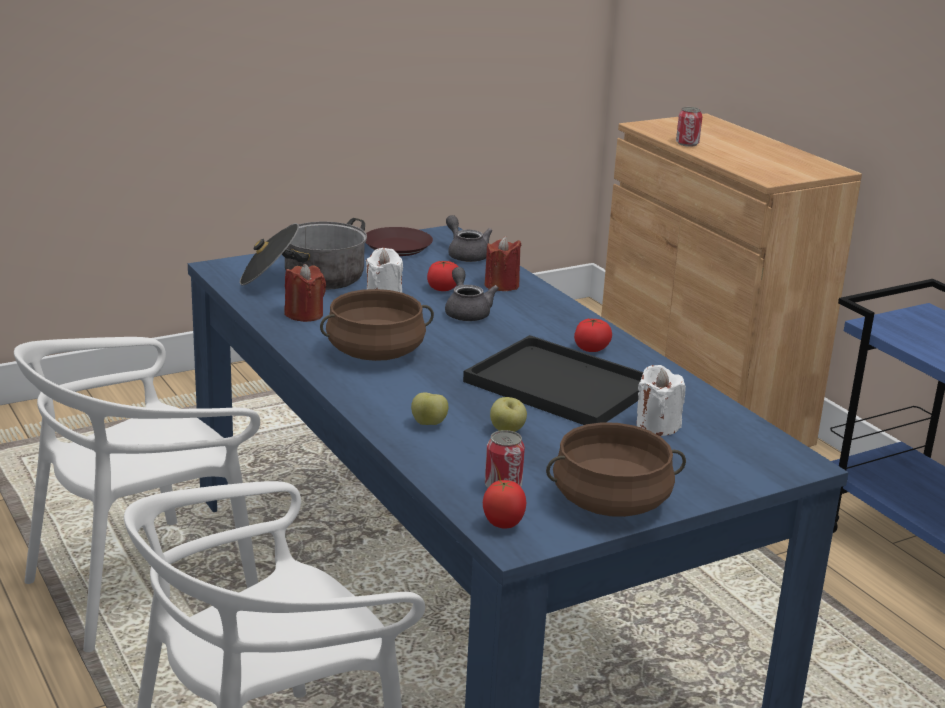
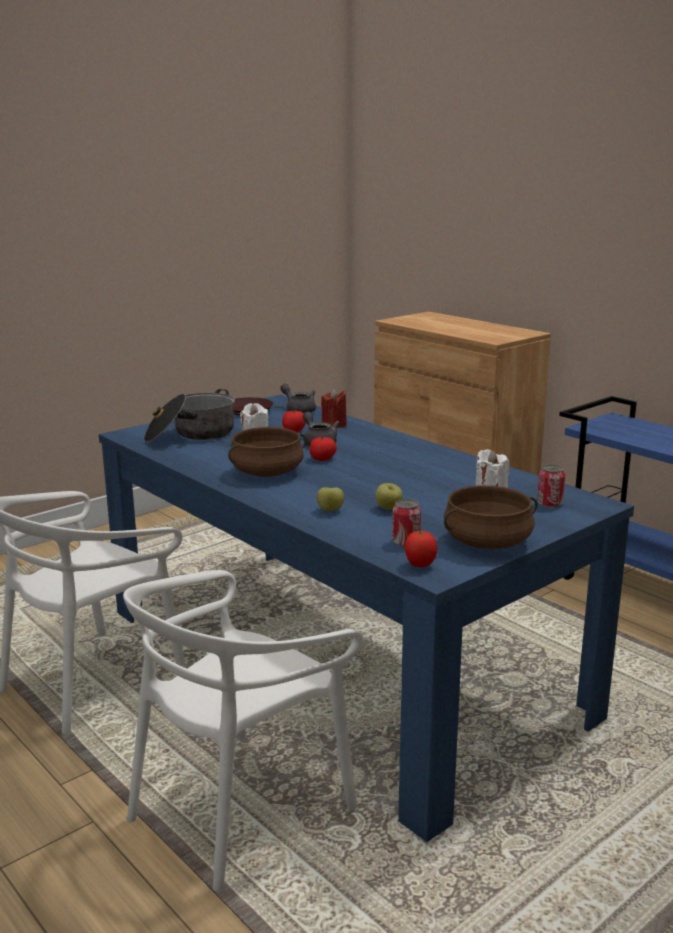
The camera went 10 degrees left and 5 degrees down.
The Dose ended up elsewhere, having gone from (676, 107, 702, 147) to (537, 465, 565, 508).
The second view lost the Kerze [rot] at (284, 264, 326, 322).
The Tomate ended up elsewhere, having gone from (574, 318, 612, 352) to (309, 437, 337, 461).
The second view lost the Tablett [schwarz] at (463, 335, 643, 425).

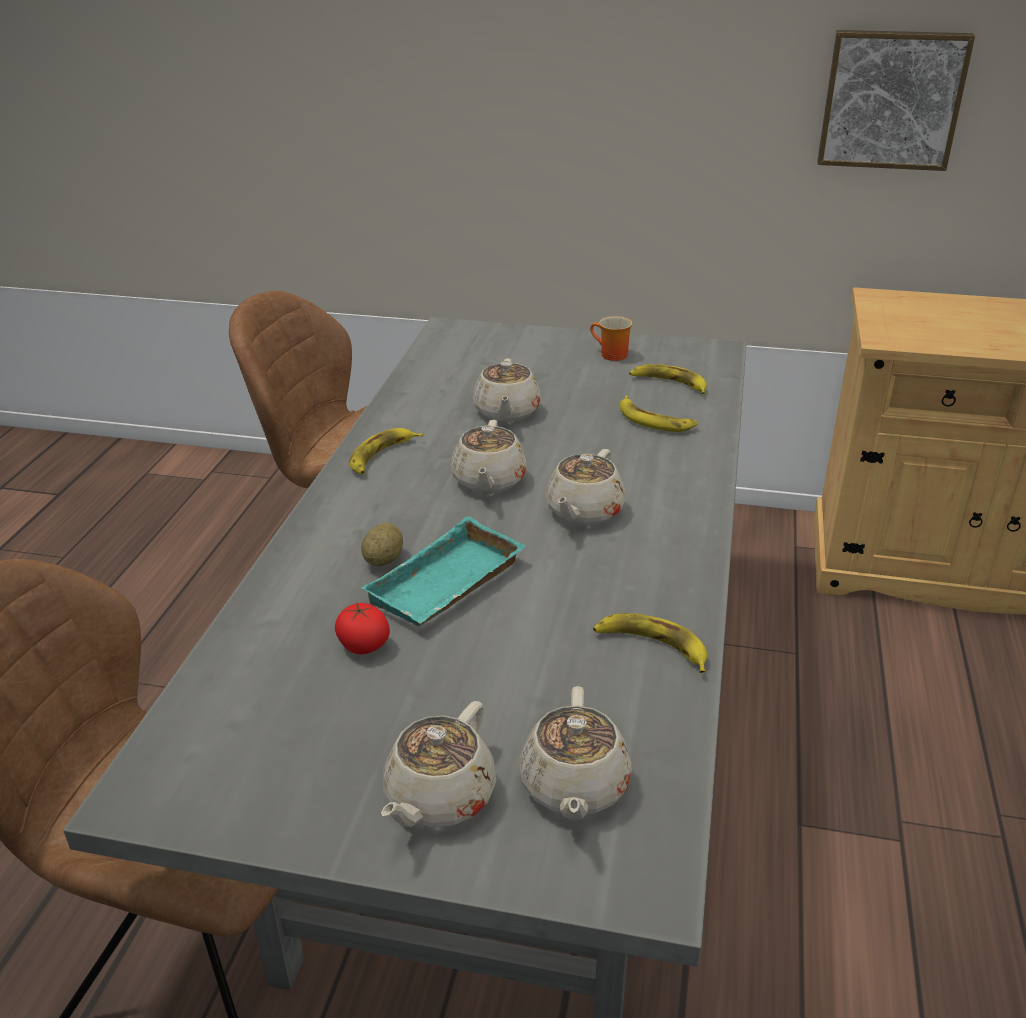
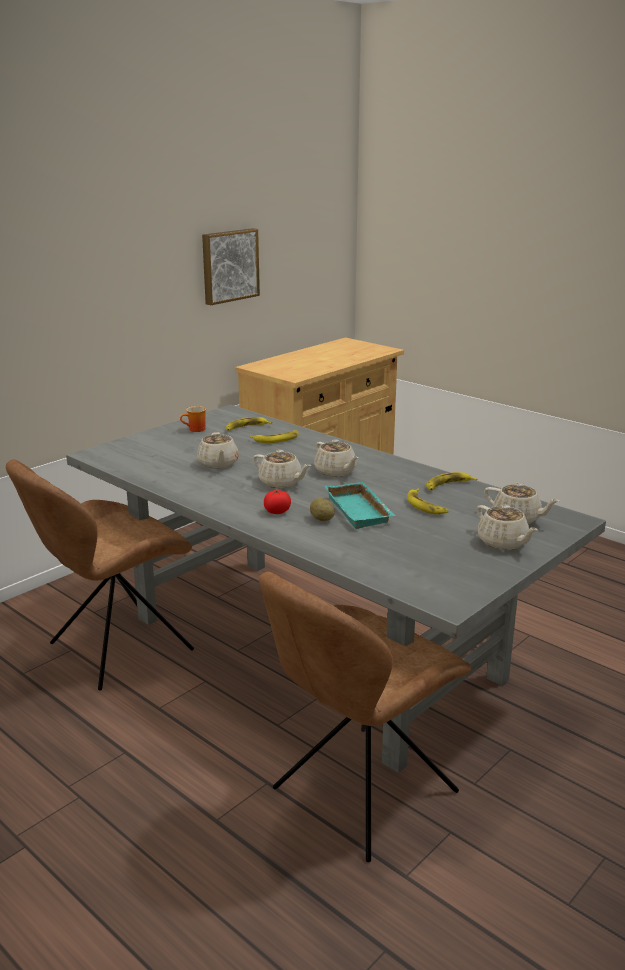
The camera went 60 degrees left and 10 degrees down.
The Teekanne [beige] at (473, 358, 541, 422) ended up facing another way, 45 degrees clockwise from before.
The Banane ended up elsewhere, having gone from (349, 428, 423, 474) to (407, 489, 449, 515).
The Tomate ended up elsewhere, having gone from (335, 603, 390, 654) to (264, 490, 291, 514).

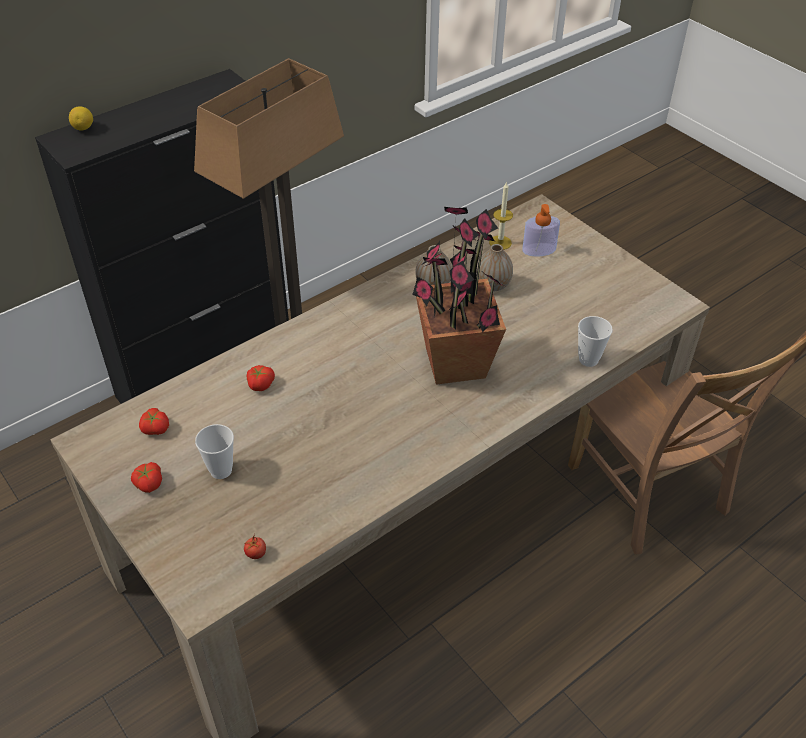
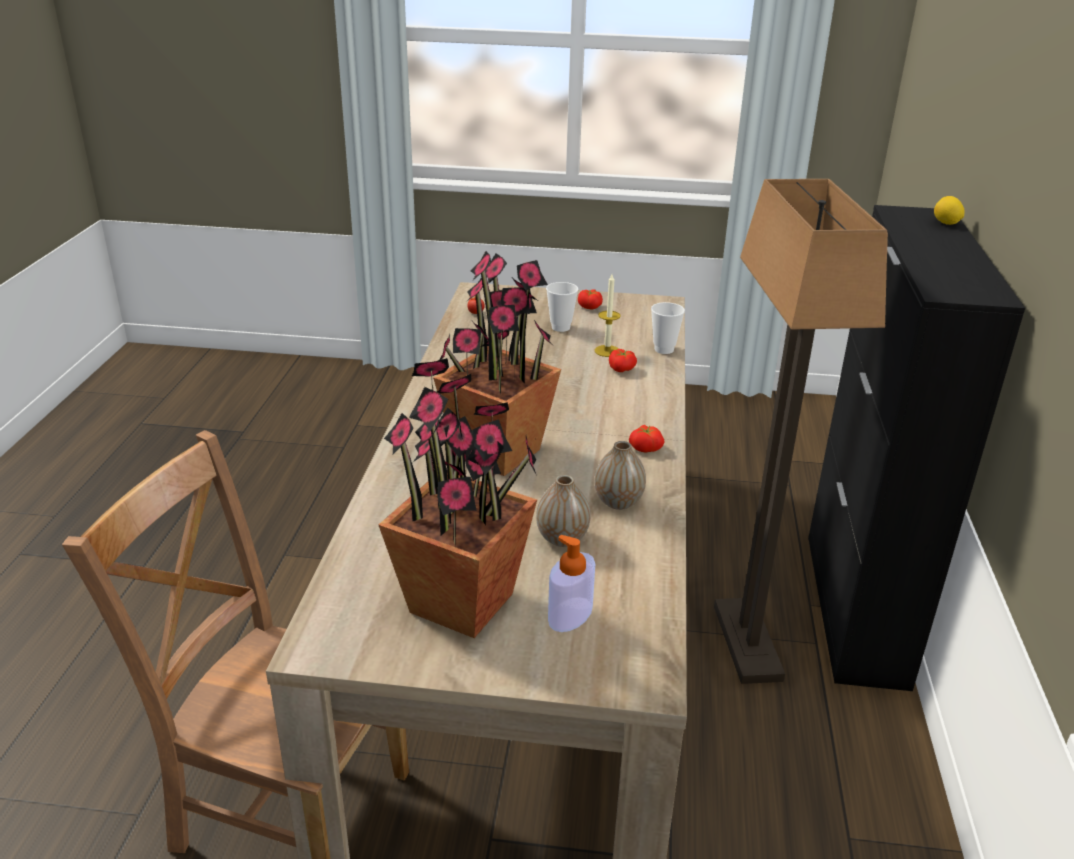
The camera went 135 degrees right and 15 degrees down.
The Kerze ended up elsewhere, having gone from (489, 181, 513, 250) to (595, 274, 621, 357).
The Tasse ended up elsewhere, having gone from (578, 316, 613, 367) to (651, 302, 685, 354).
The Tomate ended up elsewhere, having gone from (139, 408, 169, 435) to (629, 425, 665, 453).
The second view gained the Topfpflanze at (378, 358, 537, 638).

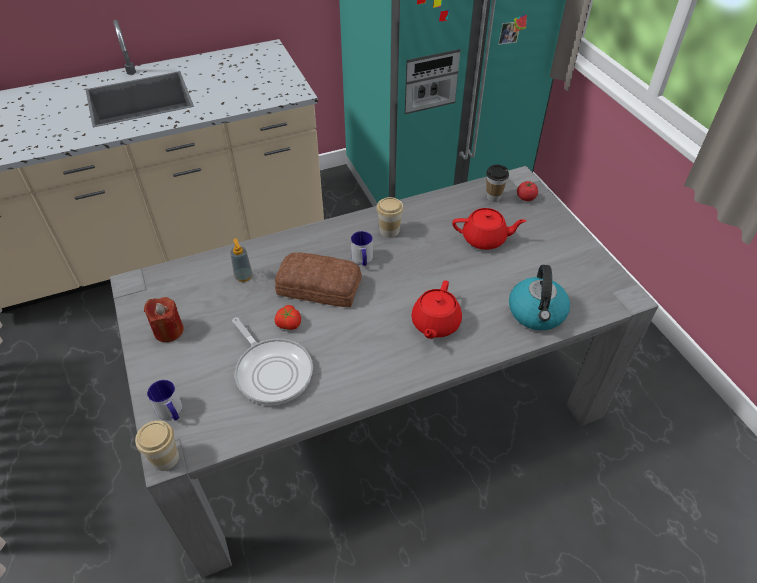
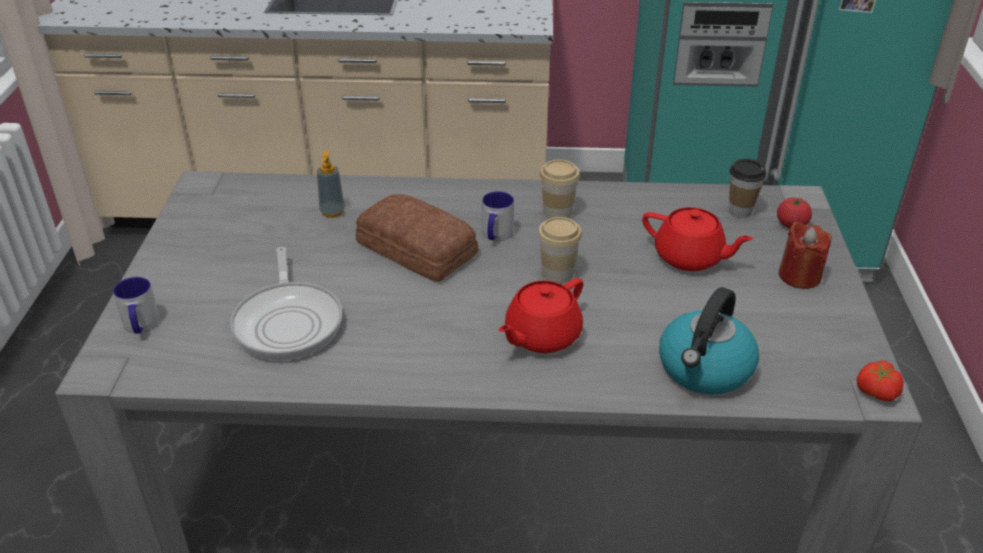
The camera went 25 degrees right and 10 degrees down.
The Kerze [rot] ended up elsewhere, having gone from (144, 297, 184, 342) to (779, 222, 831, 289).
The Tomate ended up elsewhere, having gone from (275, 305, 301, 330) to (857, 360, 904, 402).
The Tasse ended up elsewhere, having gone from (135, 420, 179, 471) to (538, 217, 582, 283).

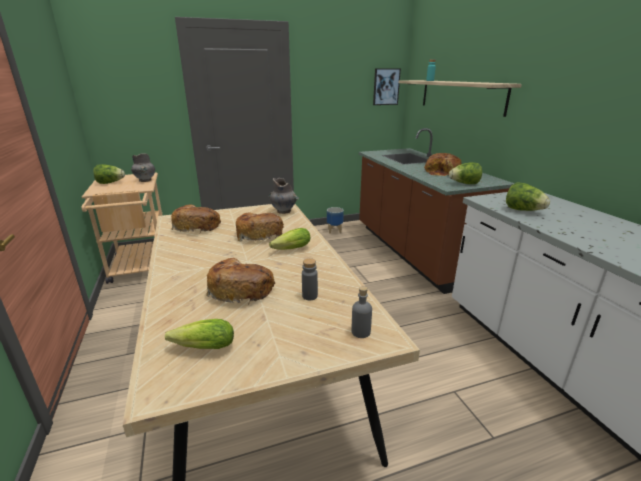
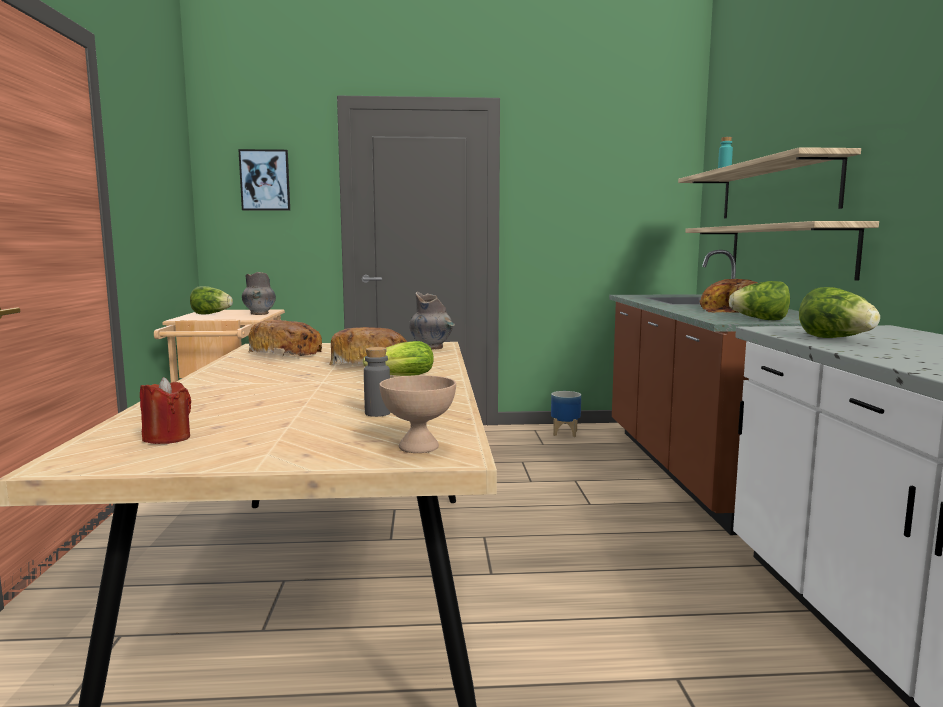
The camera went 15 degrees right and 15 degrees down.
The Bild ended up elsewhere, having gone from (373, 68, 401, 105) to (238, 149, 290, 211).
The second view lost the Brot at (206, 258, 275, 304).
Where the Flasche [grau] stood at (352, 286, 372, 338), the Schüssel [beige] came to stand at (379, 375, 456, 453).
Where the Salatkopf stood at (165, 319, 234, 349), the Kerze [rot] came to stand at (140, 377, 191, 444).
The second view gained the Wandregal at (685, 221, 879, 281).

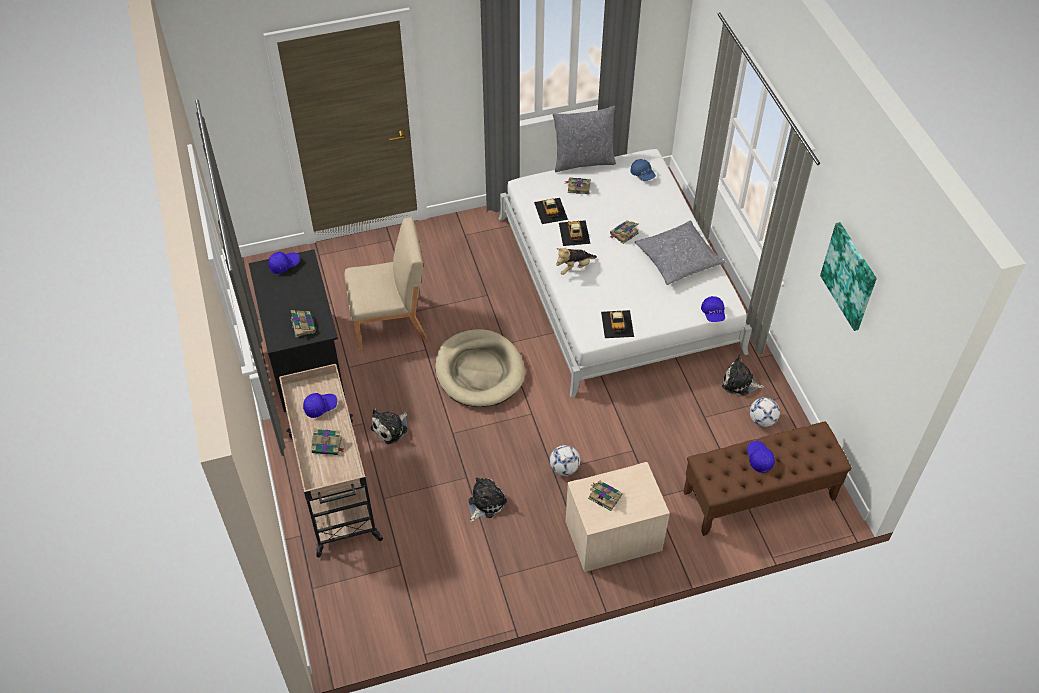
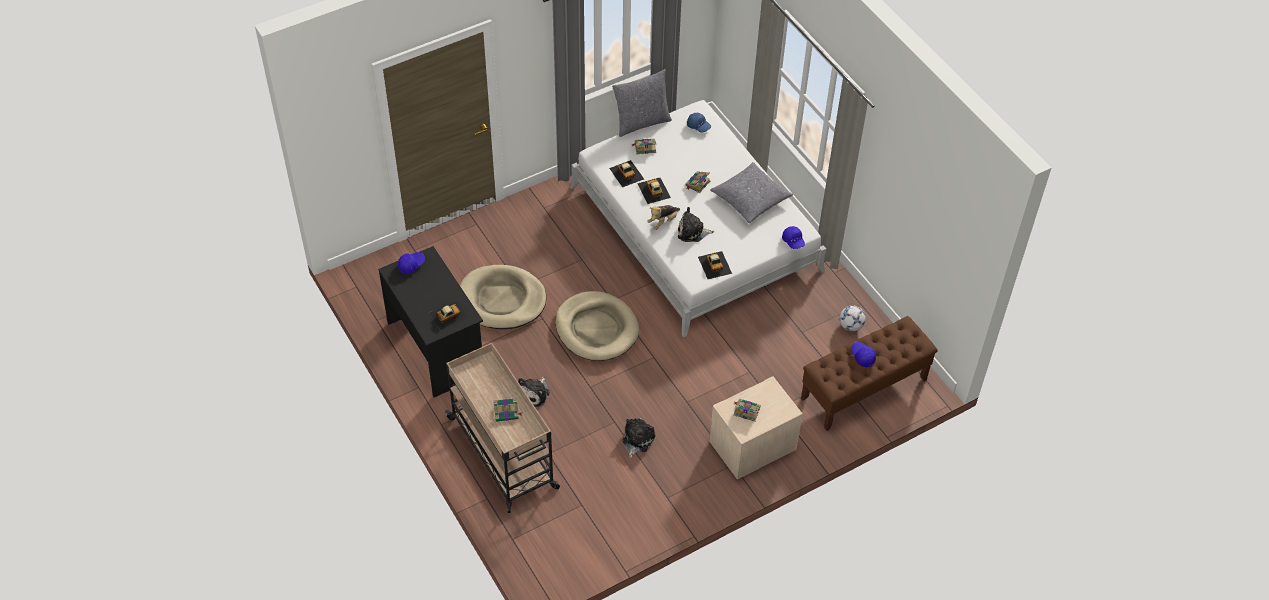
The camera went 15 degrees left and 0 degrees up.
Where the Stuhl [beige] stood at (344, 217, 427, 351), the Hundebett [beige] came to stand at (460, 265, 546, 329).
The second view lost the Bild at (820, 222, 877, 331).
Where the Buch stood at (291, 310, 316, 337), the Spielzeugauto came to stand at (429, 300, 469, 331).
The Plüschtier ended up elsewhere, having gone from (722, 355, 764, 396) to (678, 207, 714, 242).
The second view lost the Kappe [blau] at (303, 393, 337, 418).
The second view lost the Fußball at (550, 445, 580, 476).

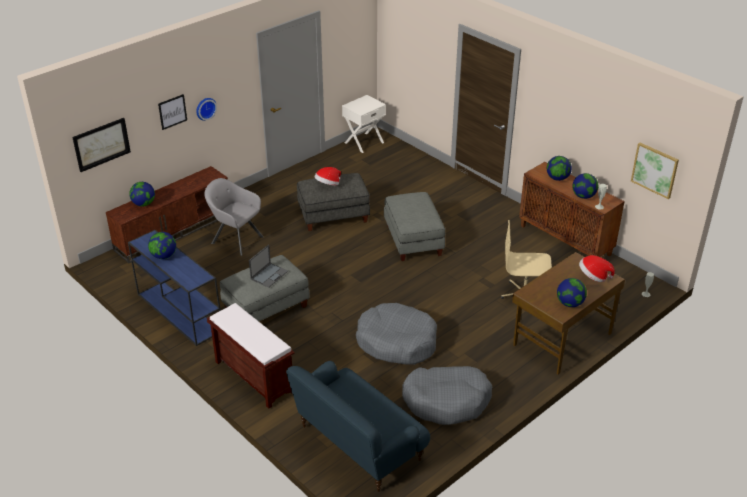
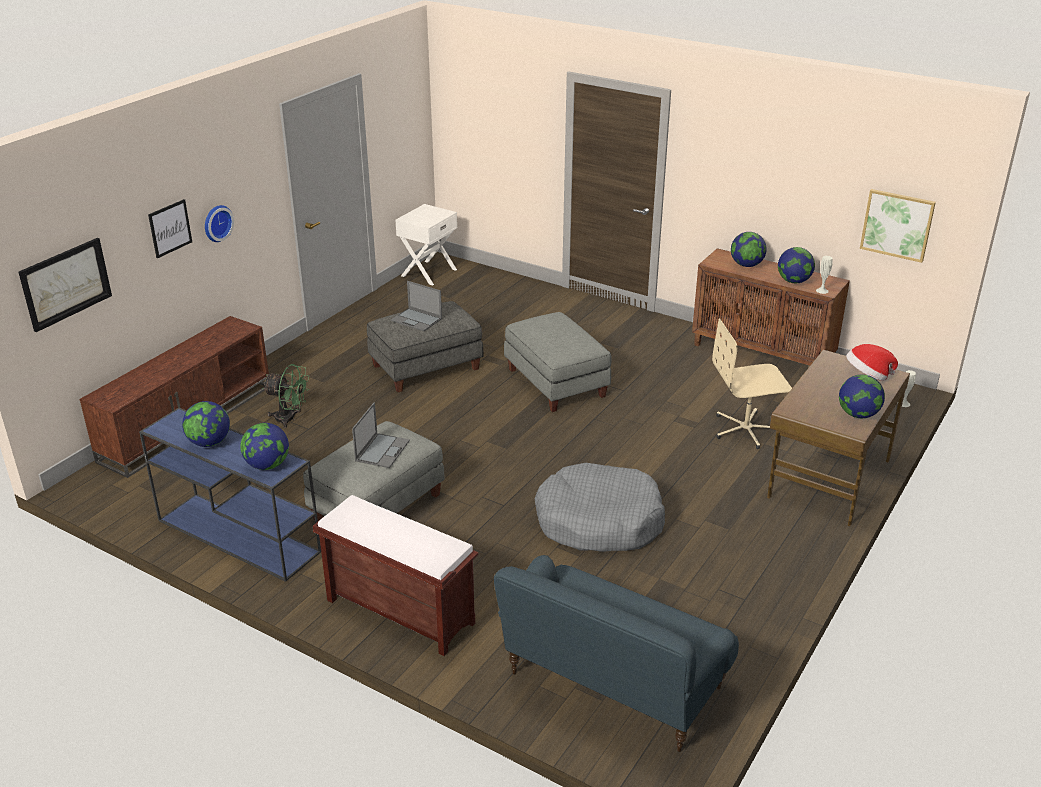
The camera went 15 degrees left and 5 degrees down.
Where the Hut stood at (314, 167, 341, 186), the Laptop came to stand at (391, 281, 442, 331).
Where the Sessel [grau] stood at (204, 178, 264, 256), the Ventilator [grün] came to stand at (262, 364, 310, 428).
The Globus ended up elsewhere, having gone from (129, 182, 155, 206) to (240, 423, 289, 470).
The second view lost the Hundebett [grau] at (402, 366, 492, 425).

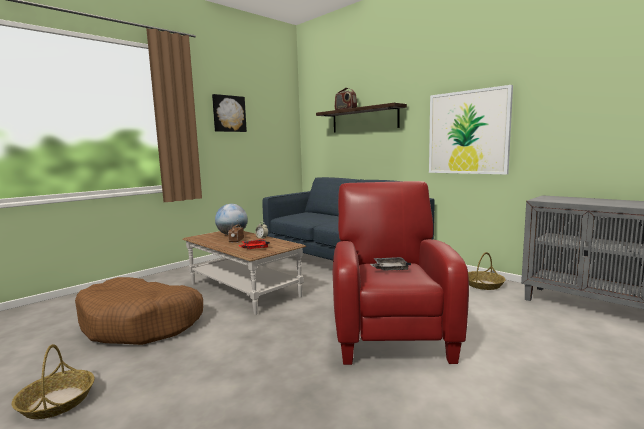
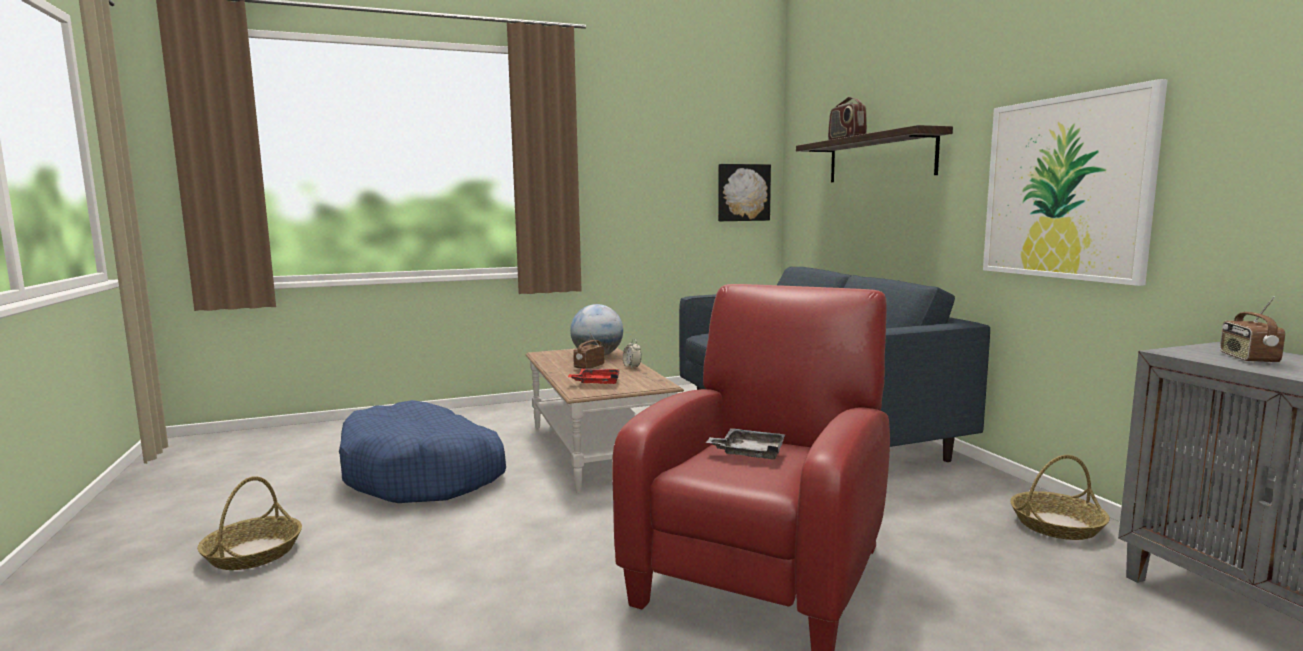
The camera went 25 degrees right and 0 degrees up.
The Bild ended up elsewhere, having gone from (212, 94, 247, 132) to (718, 164, 771, 221).
What was the Hundebett [braun] at (75, 277, 203, 345) turned into the Hundebett [blau] at (339, 400, 506, 503).
The second view gained the Radio at (1220, 296, 1285, 363).

